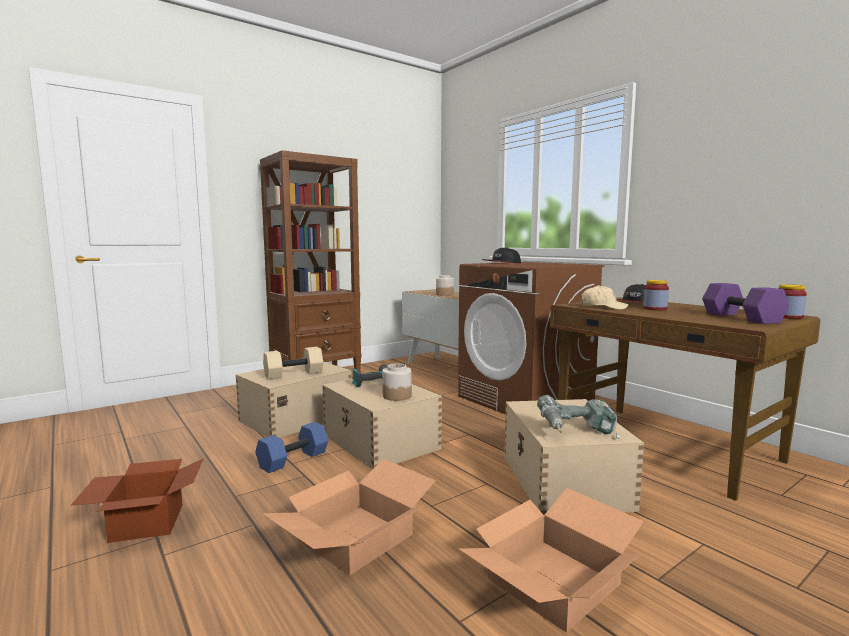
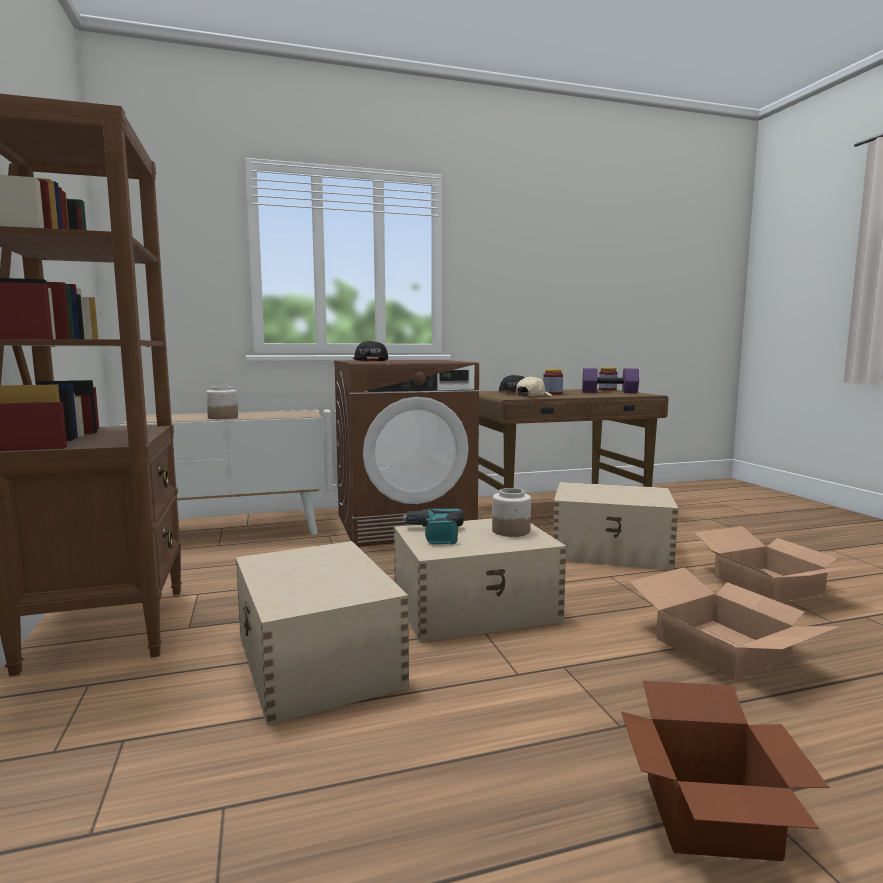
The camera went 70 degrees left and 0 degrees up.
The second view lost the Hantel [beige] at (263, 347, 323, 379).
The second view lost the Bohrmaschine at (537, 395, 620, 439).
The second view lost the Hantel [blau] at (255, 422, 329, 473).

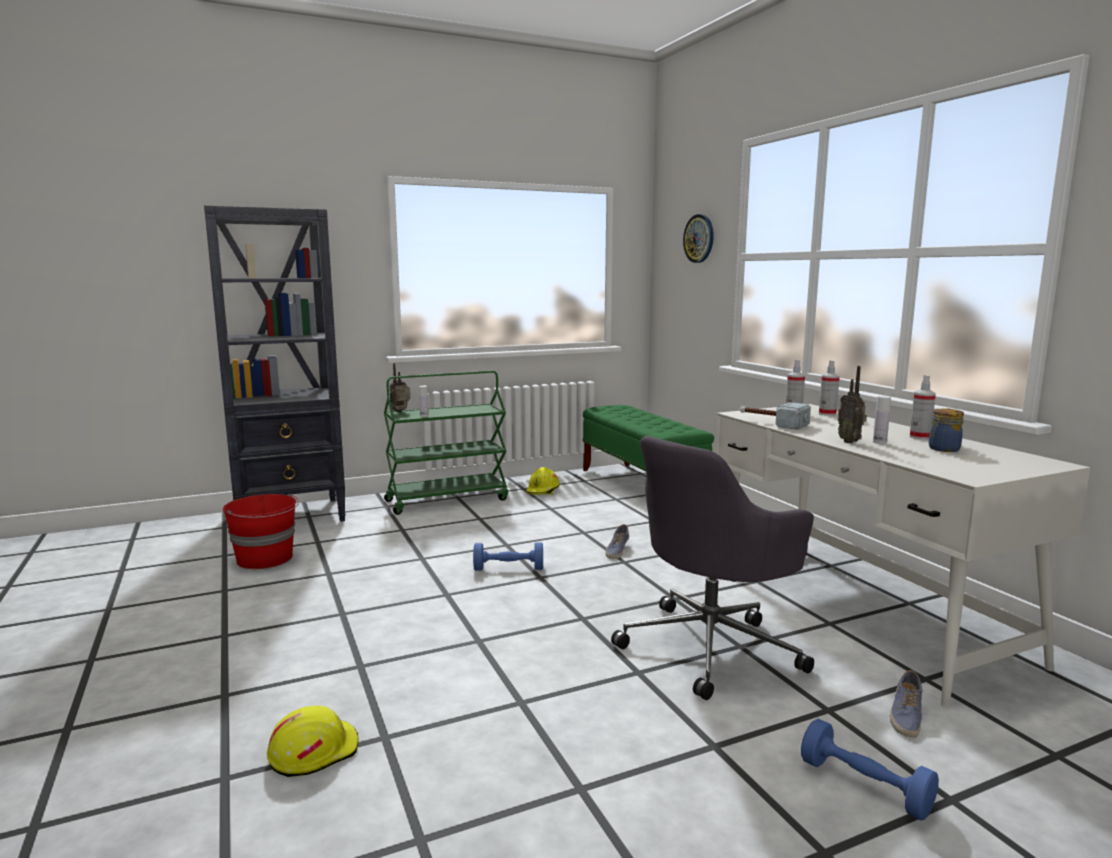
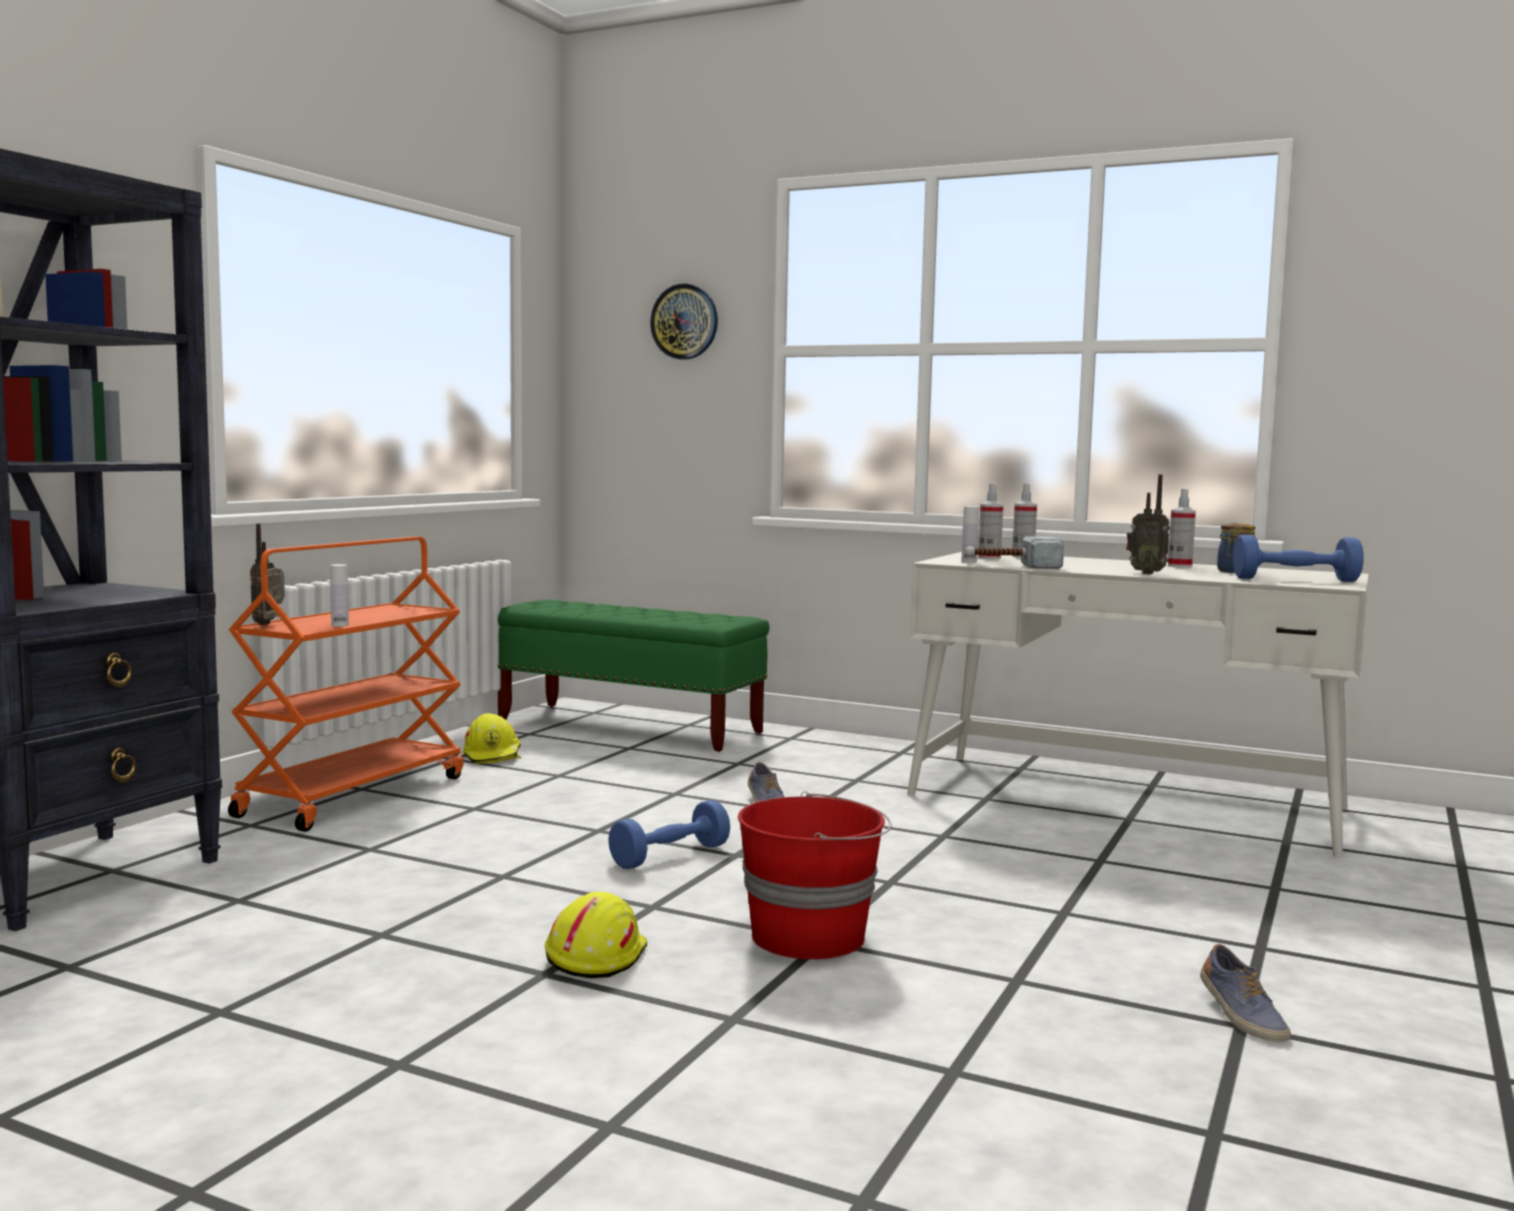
The camera went 40 degrees left and 5 degrees down.
What was the Rollwagen [grün] at (384, 371, 508, 515) turned into the Rollwagen [orange] at (228, 536, 463, 832).
The Flasche [weiß] ended up elsewhere, having gone from (873, 396, 891, 444) to (961, 506, 979, 563).
The second view lost the Bürostuhl [grau] at (611, 436, 814, 700).
The Eimer [rot] ended up elsewhere, having gone from (223, 494, 299, 569) to (738, 791, 892, 959).
The Schuh ended up elsewhere, having gone from (890, 670, 922, 738) to (1200, 944, 1291, 1042).
The Schutzhelm [gelb] ended up elsewhere, having gone from (267, 706, 358, 777) to (545, 892, 647, 978).
The Hantel [blau] ended up elsewhere, having gone from (801, 719, 939, 820) to (1233, 535, 1363, 582).

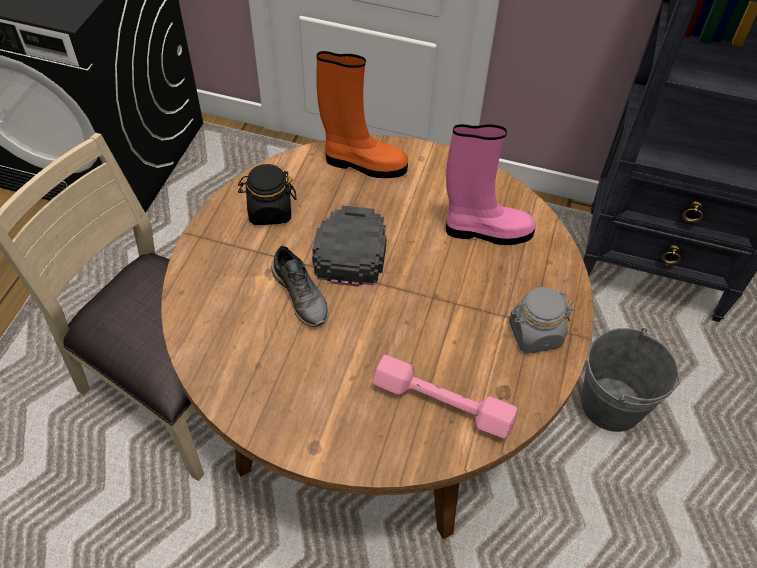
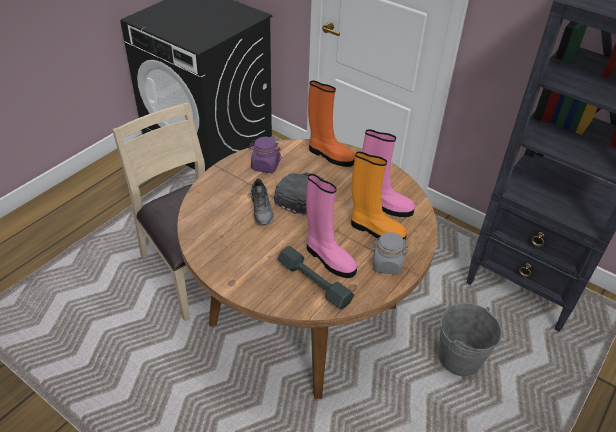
The camera went 20 degrees right and 10 degrees down.
What was the Vorratsglas [schwarz] at (238, 164, 296, 225) turned into the Vorratsglas [lila] at (248, 137, 282, 173).
What was the Hantel [rosa] at (373, 355, 518, 439) turned into the Hantel [grau] at (277, 246, 354, 310).
The second view gained the Stiefel [orange] at (351, 151, 407, 240).
The second view gained the Stiefel [rosa] at (306, 174, 357, 278).

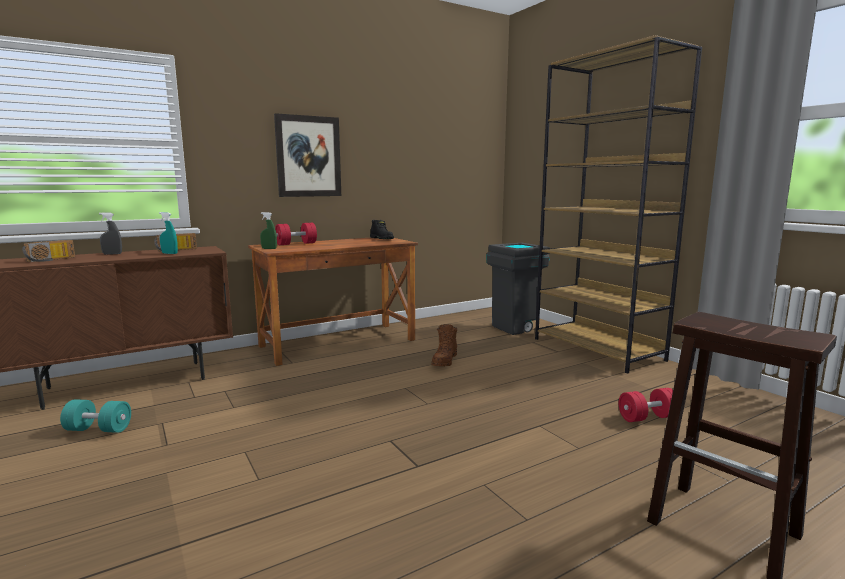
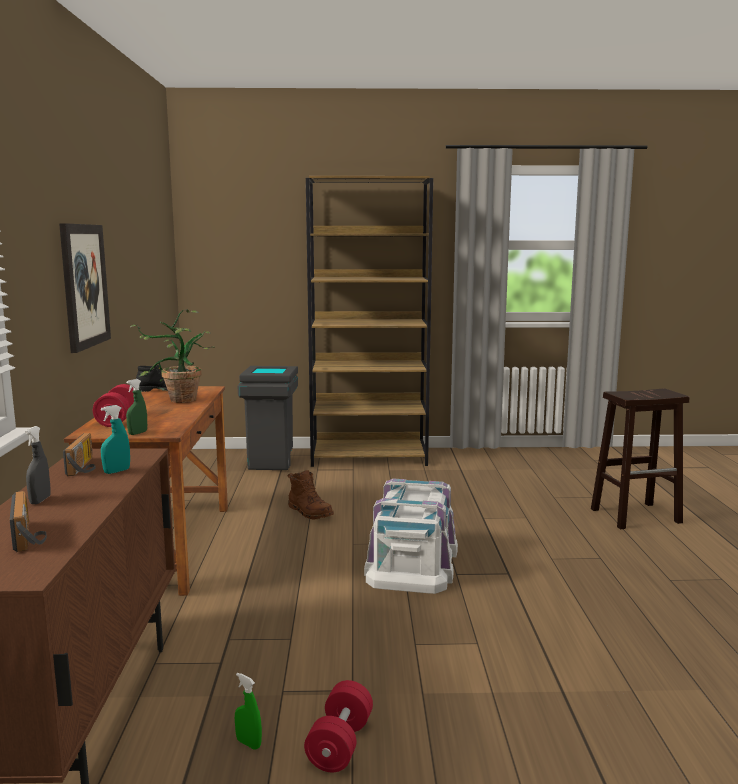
The camera went 60 degrees left and 0 degrees up.
The Hantel [rot] ended up elsewhere, having gone from (619, 388, 673, 422) to (304, 680, 373, 773).
Where the Hantel [türkis] stood at (60, 399, 131, 433), the Sprühflasche [grün] came to stand at (235, 673, 262, 749).
The second view gained the Topfpflanze at (130, 309, 214, 403).
The second view gained the Aufbewahrungsbox [weiß] at (364, 479, 458, 594).

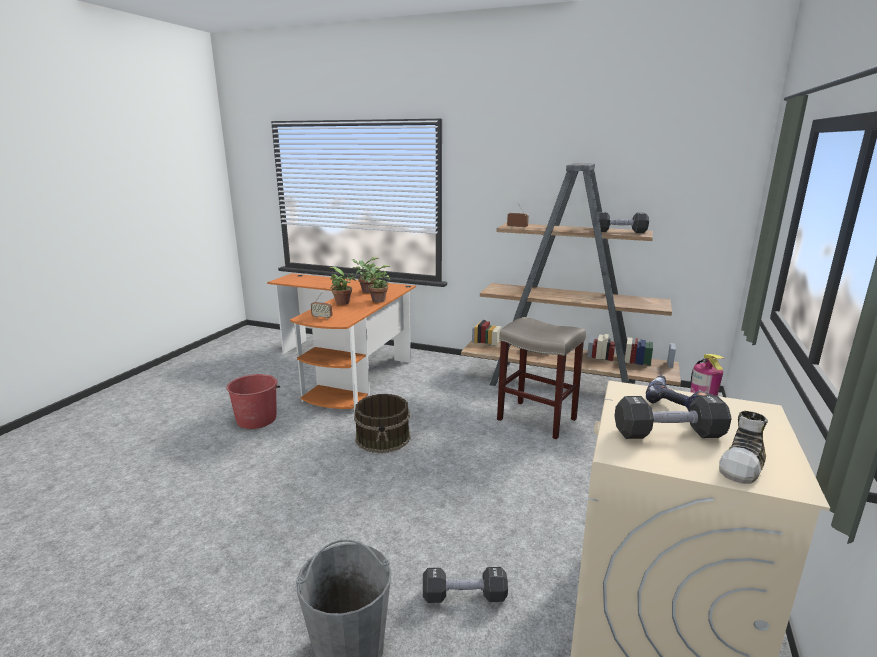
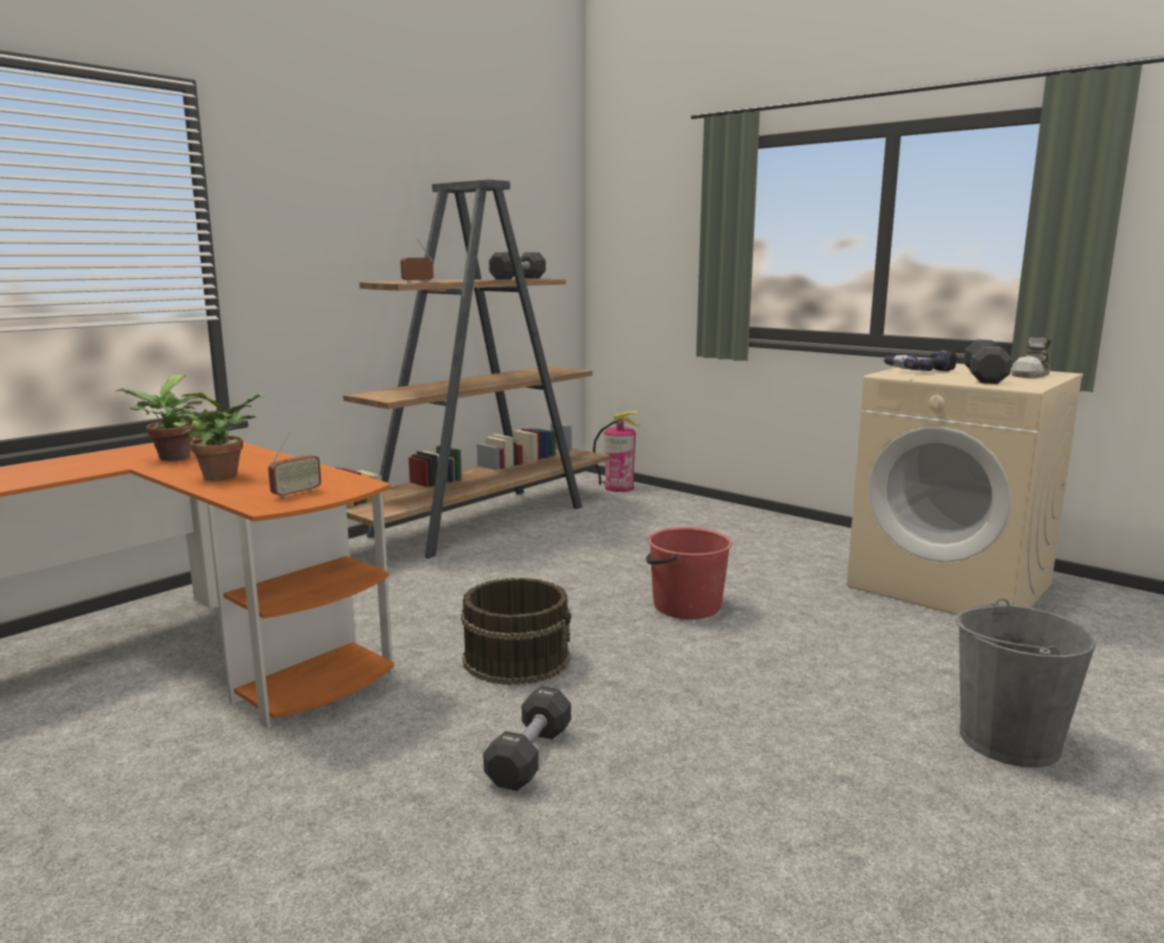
The camera went 70 degrees left and 5 degrees down.
The second view lost the Topfpflanze at (362, 265, 391, 303).
The second view lost the Hocker [beige] at (497, 317, 586, 439).
The Eimer [rot] ended up elsewhere, having gone from (226, 374, 280, 429) to (646, 527, 732, 619).
The Schuh at (719, 411, 768, 484) ended up facing another way, 75 degrees clockwise from before.
The Hantel [schwarz] ended up elsewhere, having gone from (423, 567, 508, 603) to (483, 686, 571, 791).

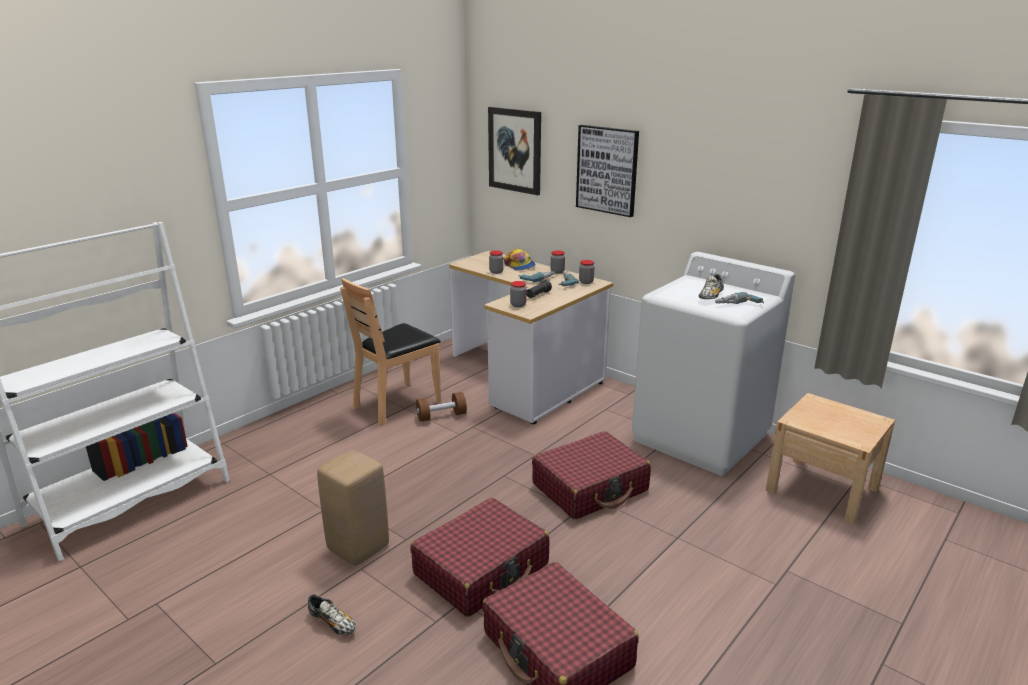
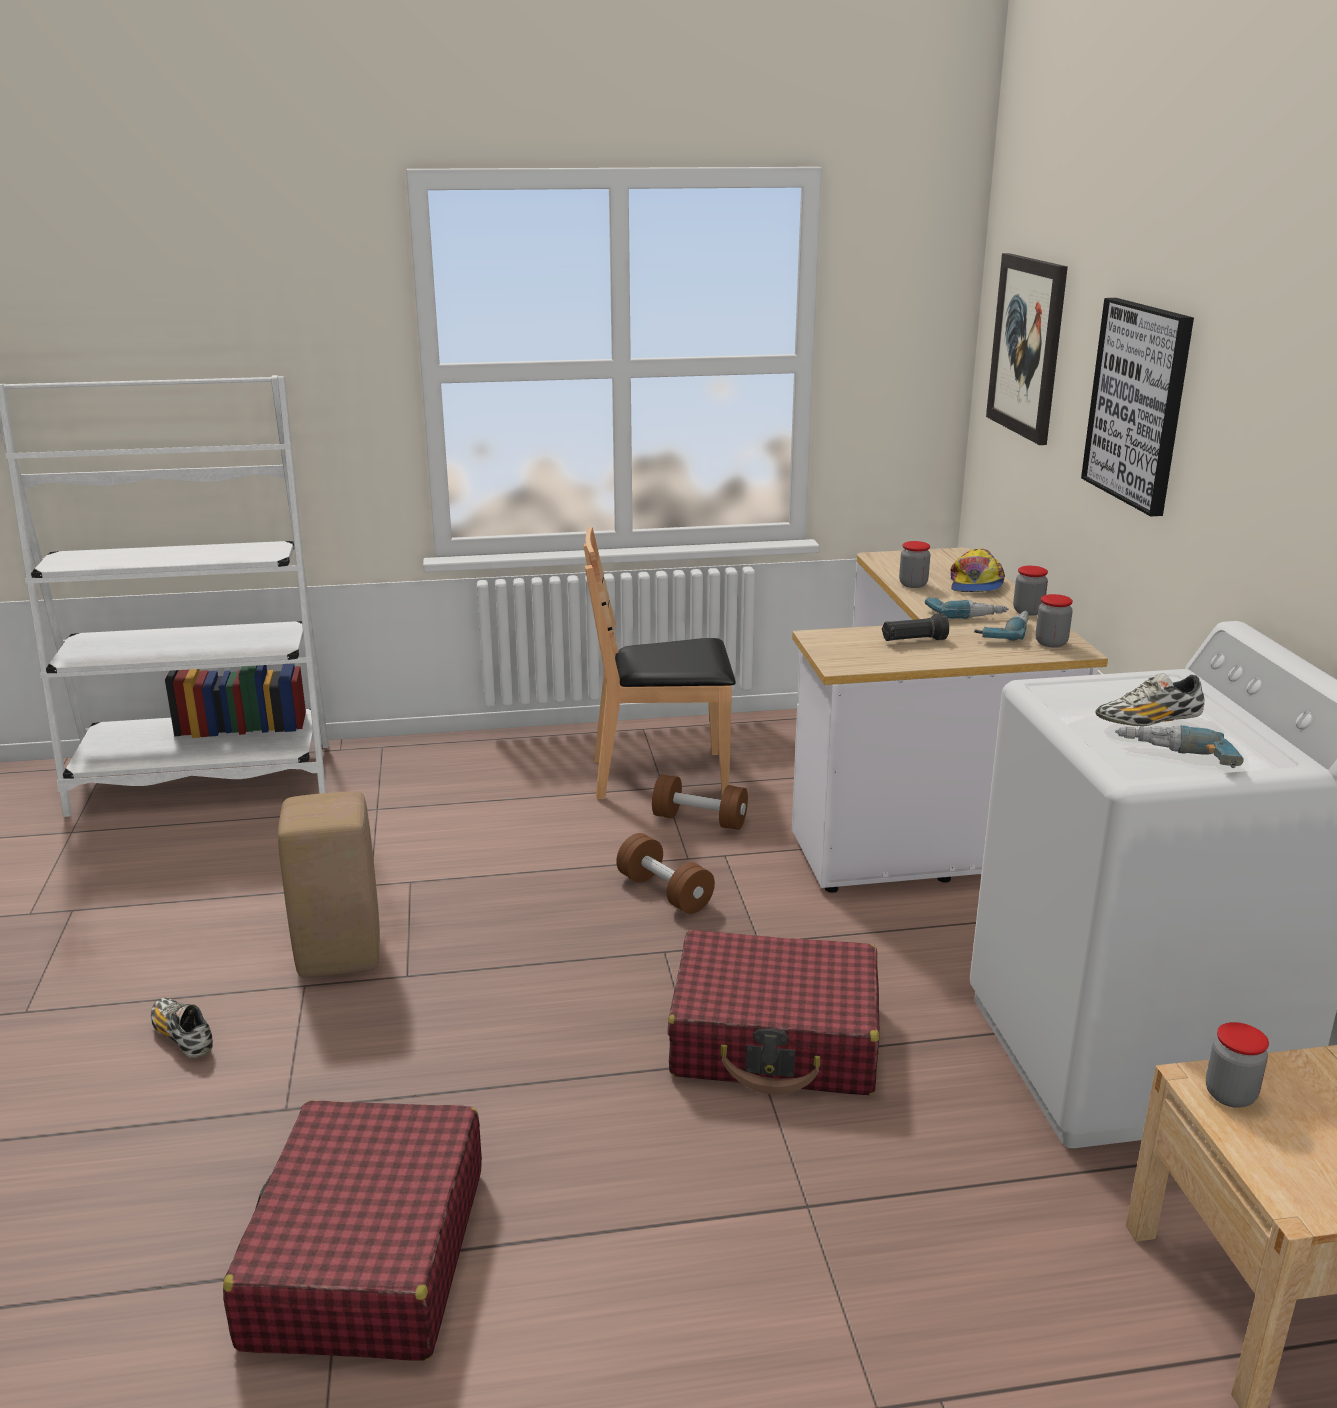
The camera went 40 degrees right and 0 degrees up.
The Vorratsglas ended up elsewhere, having gone from (510, 281, 526, 307) to (1206, 1022, 1269, 1108).
The second view lost the Koffer [rot] at (411, 498, 549, 617).
The Schuh at (308, 594, 356, 635) ended up facing another way, 150 degrees clockwise from before.
The second view gained the Hantel [braun] at (616, 833, 715, 914).

